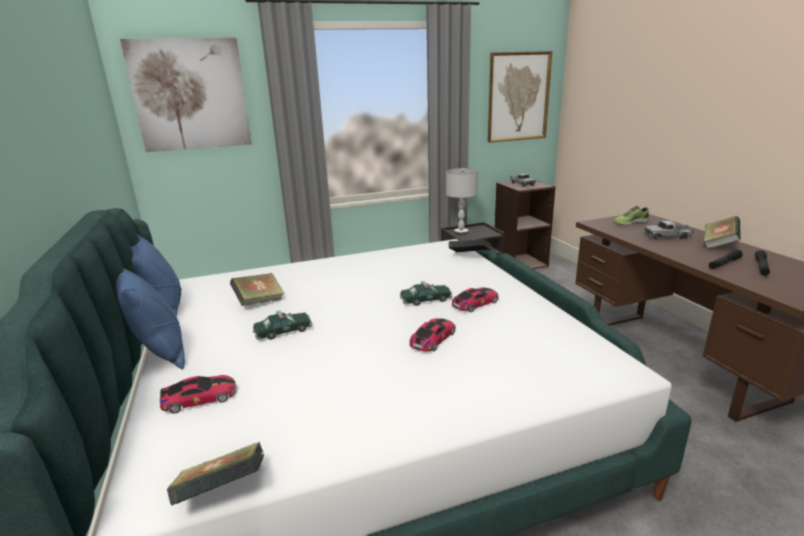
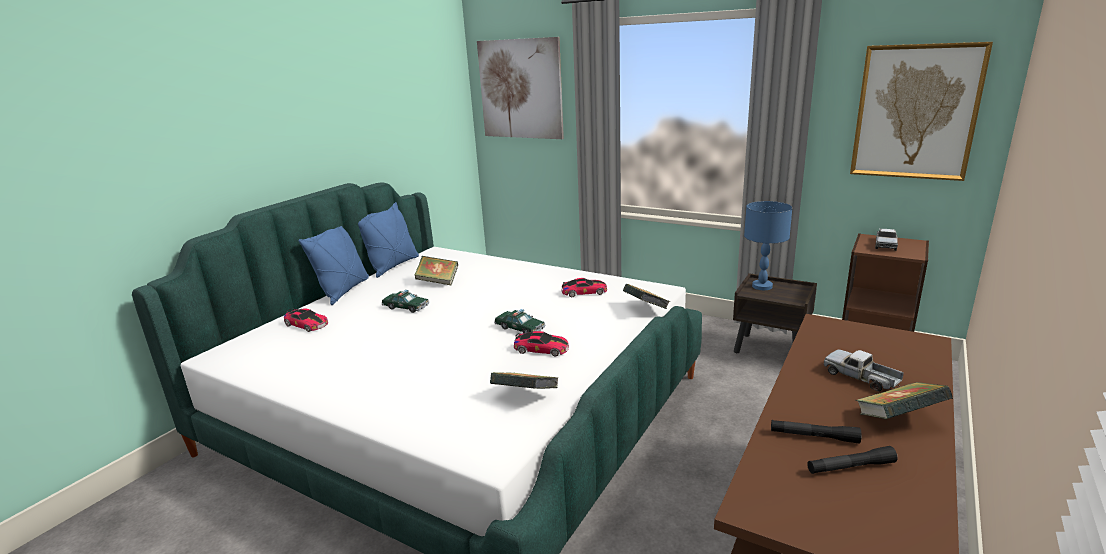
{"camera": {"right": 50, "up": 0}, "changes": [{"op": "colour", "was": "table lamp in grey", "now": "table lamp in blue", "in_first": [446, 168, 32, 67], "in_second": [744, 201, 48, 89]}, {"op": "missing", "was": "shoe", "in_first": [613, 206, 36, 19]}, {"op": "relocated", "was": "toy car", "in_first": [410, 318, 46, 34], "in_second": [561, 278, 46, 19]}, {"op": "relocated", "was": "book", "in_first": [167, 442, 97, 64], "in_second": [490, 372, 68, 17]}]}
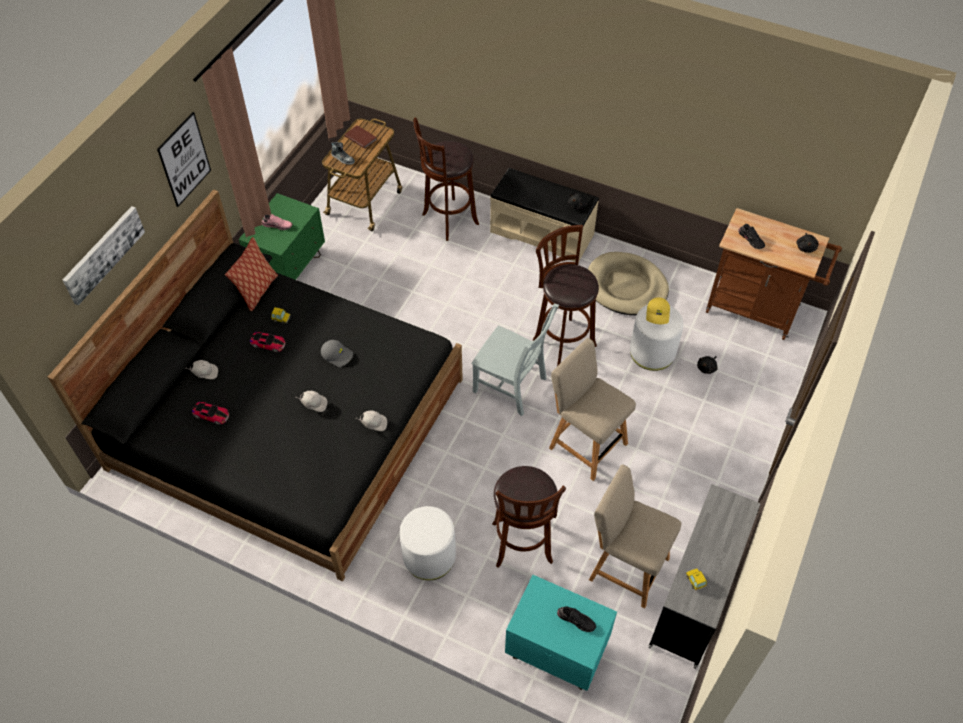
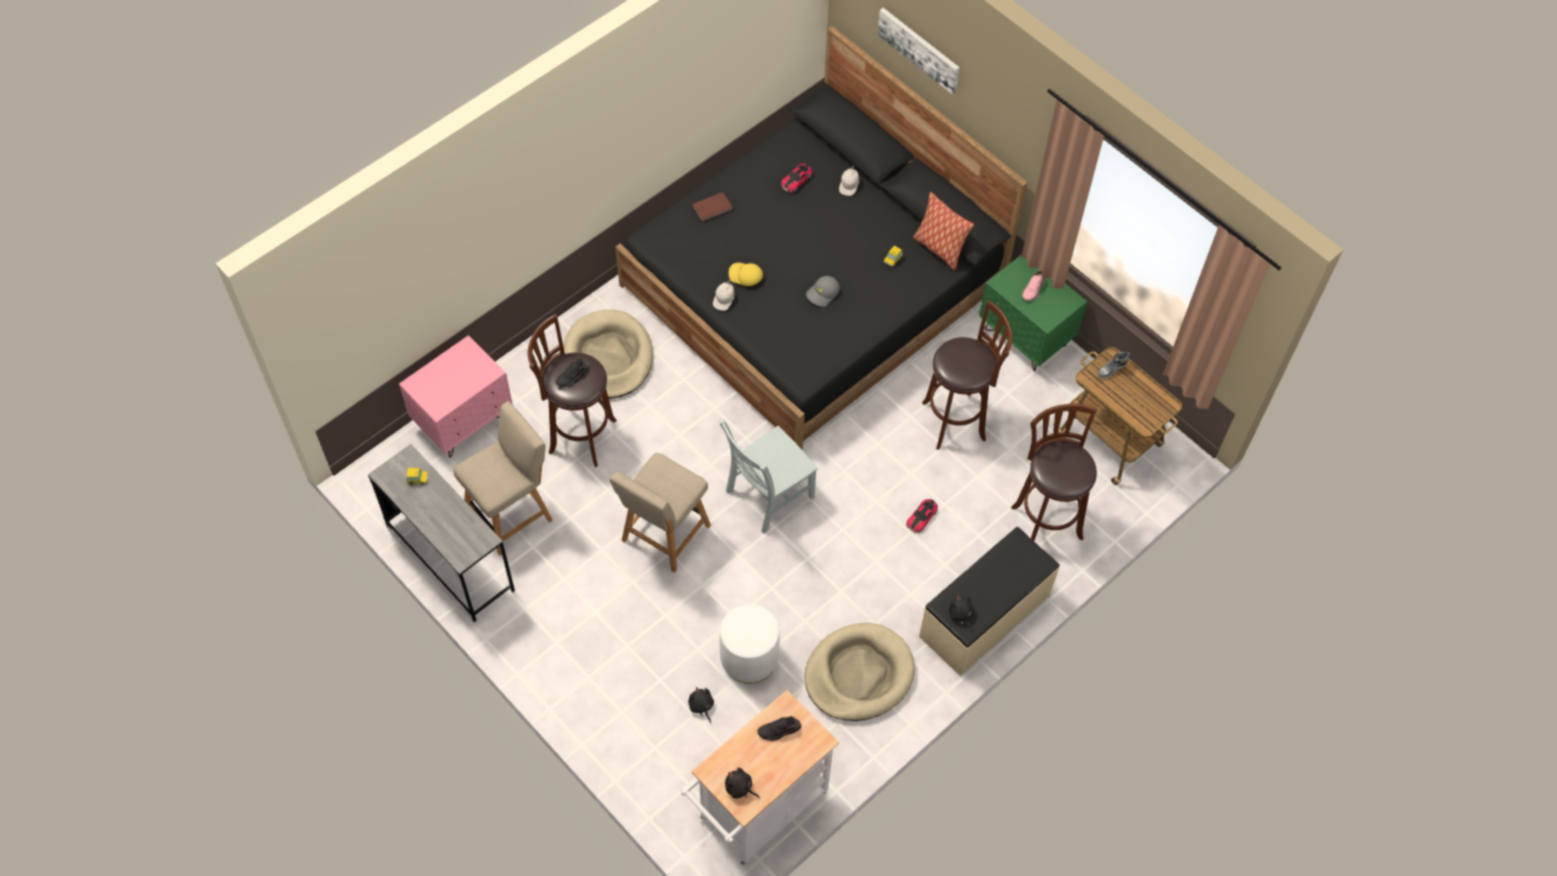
{"camera": {"right": 110, "up": 5}, "changes": [{"op": "missing", "was": "picture", "in_first": [157, 112, 54, 95]}, {"op": "relocated", "was": "book in brown", "in_first": [344, 125, 33, 24], "in_second": [692, 192, 41, 30]}, {"op": "colour", "was": "cart in brown", "now": "cart in white", "in_first": [706, 208, 136, 132], "in_second": [681, 690, 158, 175]}, {"op": "relocated", "was": "stool in brown", "in_first": [533, 225, 66, 141], "in_second": [922, 300, 91, 150]}, {"op": "relocated", "was": "cap in yellow", "in_first": [646, 297, 24, 27], "in_second": [729, 263, 34, 23]}, {"op": "relocated", "was": "toy car", "in_first": [250, 332, 35, 20], "in_second": [906, 499, 32, 34]}, {"op": "spun", "was": "chair in beige", "in_first": [549, 338, 87, 143], "in_second": [610, 453, 101, 120], "clockwise": 150}, {"op": "missing", "was": "cap in white", "in_first": [295, 391, 33, 21]}, {"op": "exchanged", "was": "ottoman in white", "now": "dog bed in beige", "in_first": [400, 506, 56, 74], "in_second": [563, 310, 90, 89]}, {"op": "colour", "was": "nightstand in turquoise", "now": "nightstand in pink", "in_first": [505, 575, 112, 116], "in_second": [399, 335, 114, 123]}, {"op": "relocated", "was": "shoe in black", "in_first": [557, 606, 39, 26], "in_second": [556, 359, 34, 28]}]}
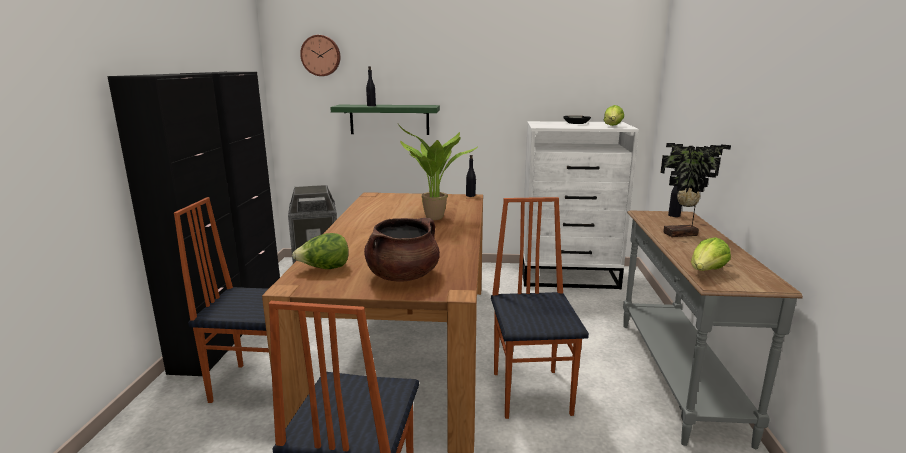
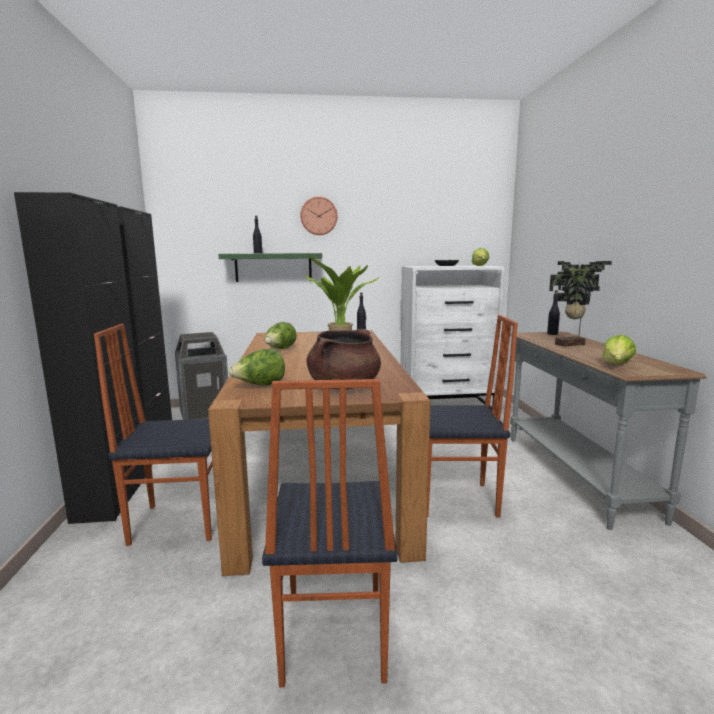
{"camera": {"right": -10, "up": -5}, "changes": [{"op": "relocated", "was": "wall clock", "in_first": [300, 35, 40, 41], "in_second": [301, 197, 36, 38]}, {"op": "spun", "was": "chair", "in_first": [491, 197, 98, 222], "in_second": [427, 315, 91, 202], "clockwise": 105}, {"op": "appeared", "now": "lettuce", "in_second": [265, 322, 32, 27]}]}
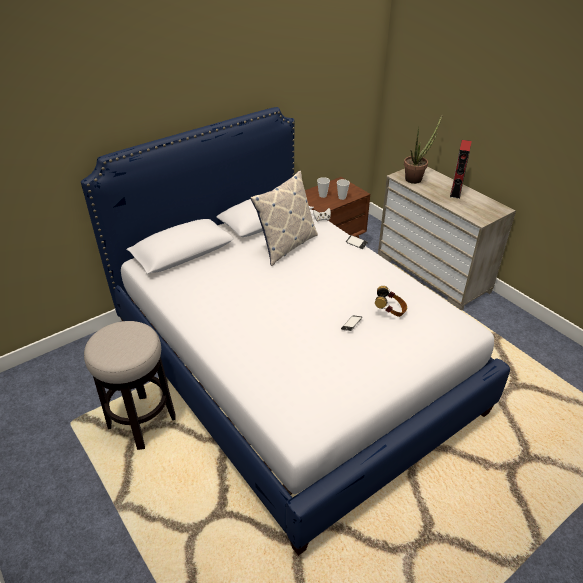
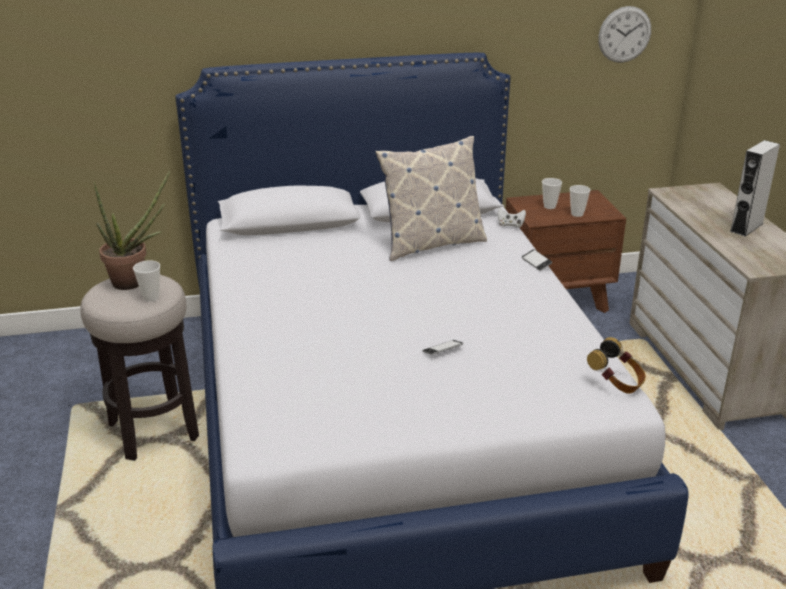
{"camera": {"right": 25, "up": -10}, "changes": [{"op": "relocated", "was": "potted plant", "in_first": [404, 114, 39, 70], "in_second": [94, 171, 76, 119]}, {"op": "colour", "was": "speaker in red", "now": "speaker in grey", "in_first": [450, 140, 22, 59], "in_second": [730, 140, 50, 97]}, {"op": "relocated", "was": "headphones", "in_first": [375, 286, 32, 31], "in_second": [587, 337, 59, 57]}, {"op": "appeared", "now": "wall clock", "in_second": [598, 6, 53, 57]}, {"op": "appeared", "now": "cup", "in_second": [133, 260, 27, 42]}]}
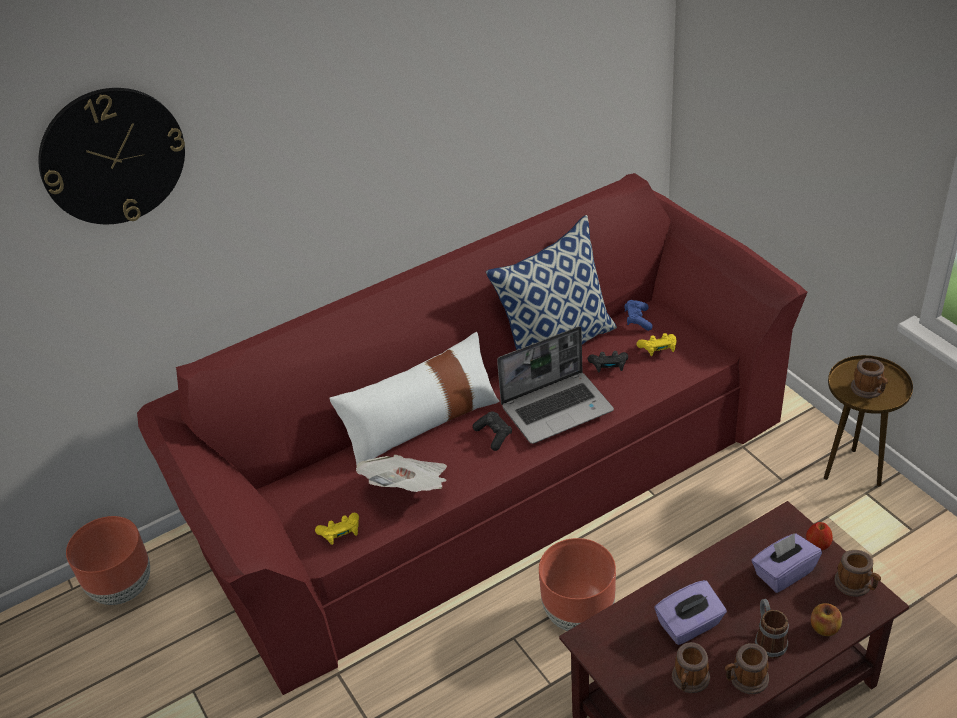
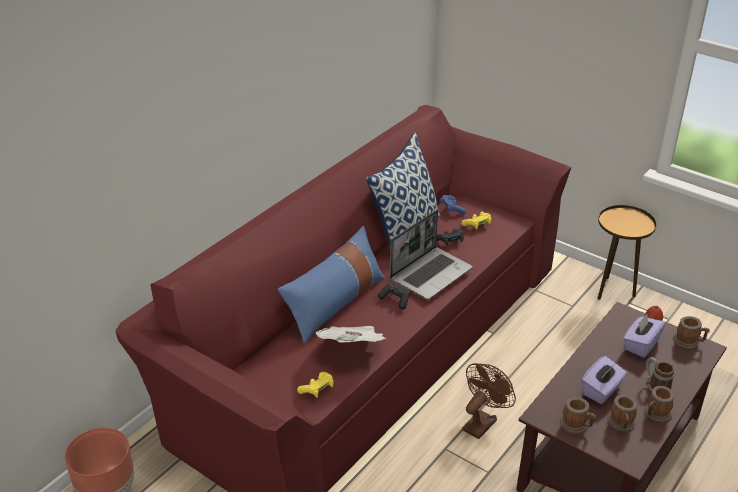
{"camera": {"right": -25, "up": -5}, "changes": [{"op": "missing", "was": "wall clock", "in_first": [38, 88, 147, 136]}, {"op": "colour", "was": "pillow in white", "now": "pillow in blue", "in_first": [329, 332, 170, 133], "in_second": [278, 226, 107, 117]}, {"op": "relocated", "was": "mug", "in_first": [851, 358, 37, 40], "in_second": [560, 397, 36, 37]}, {"op": "exchanged", "was": "planter in brown", "now": "fan in brown", "in_first": [539, 538, 77, 93], "in_second": [462, 363, 54, 76]}, {"op": "missing", "was": "apple", "in_first": [811, 603, 31, 33]}]}
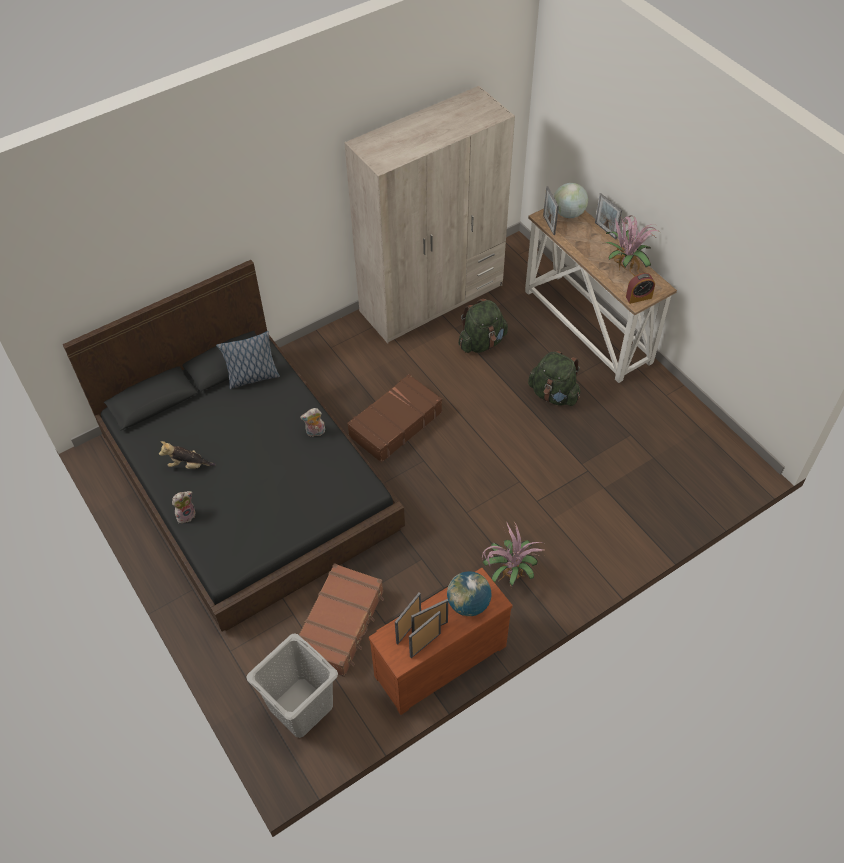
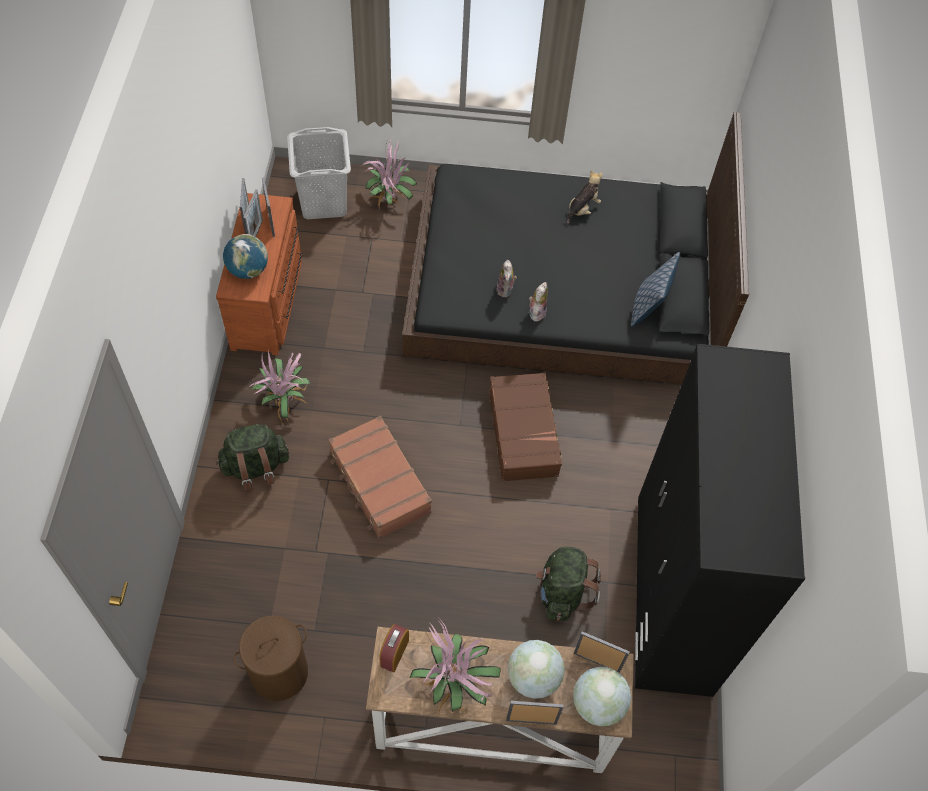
{"camera": {"right": 125, "up": 5}, "changes": [{"op": "colour", "was": "wardrobe in beige", "now": "wardrobe in black", "in_first": [344, 86, 171, 257], "in_second": [635, 344, 170, 353]}, {"op": "relocated", "was": "backpack in green", "in_first": [528, 351, 52, 55], "in_second": [216, 424, 73, 67]}, {"op": "relocated", "was": "plush toy", "in_first": [172, 491, 24, 32], "in_second": [497, 260, 20, 37]}, {"op": "relocated", "was": "suitcase in brown", "in_first": [299, 563, 85, 114], "in_second": [328, 416, 104, 123]}, {"op": "appeared", "now": "potted plant", "in_second": [361, 139, 57, 70]}, {"op": "appeared", "now": "laundry basket in brown", "in_second": [234, 616, 74, 85]}, {"op": "appeared", "now": "globe", "in_second": [507, 640, 58, 59]}]}
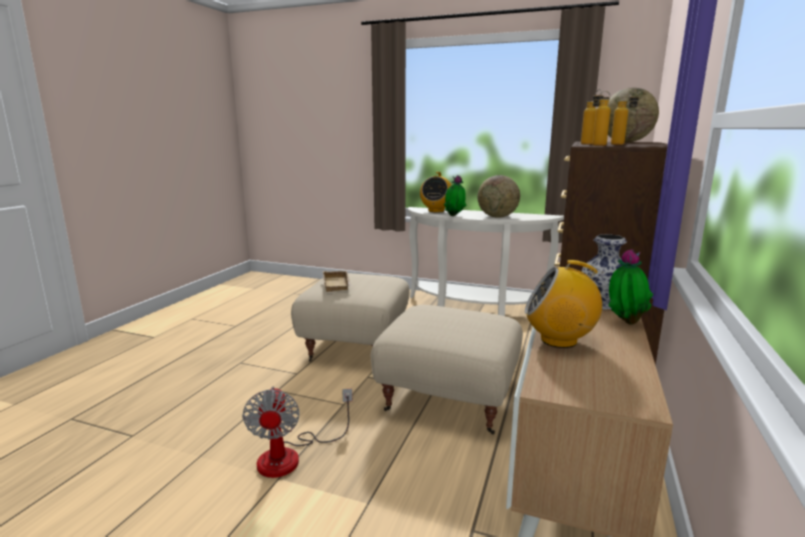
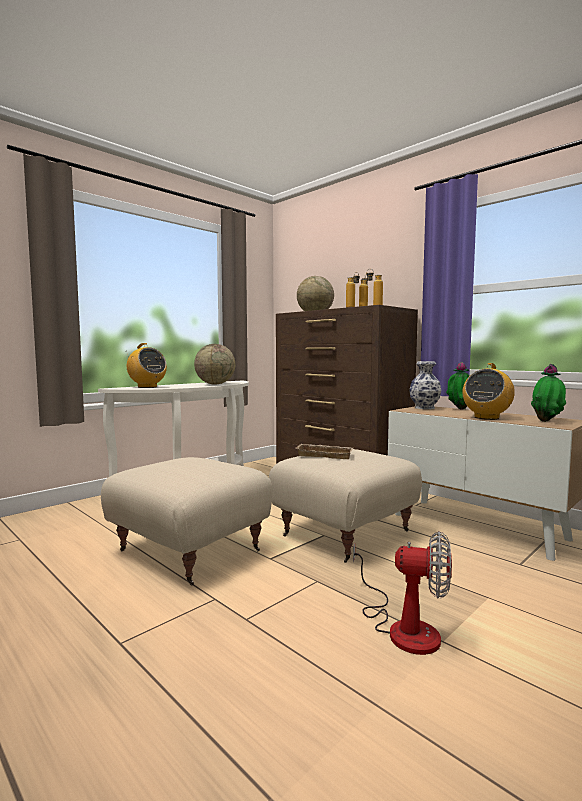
{"camera": {"right": -65, "up": -10}, "changes": [{"op": "relocated", "was": "potted plant", "in_first": [444, 175, 23, 41], "in_second": [531, 364, 35, 58]}, {"op": "relocated", "was": "tray in beige", "in_first": [323, 271, 28, 21], "in_second": [297, 444, 56, 15]}]}
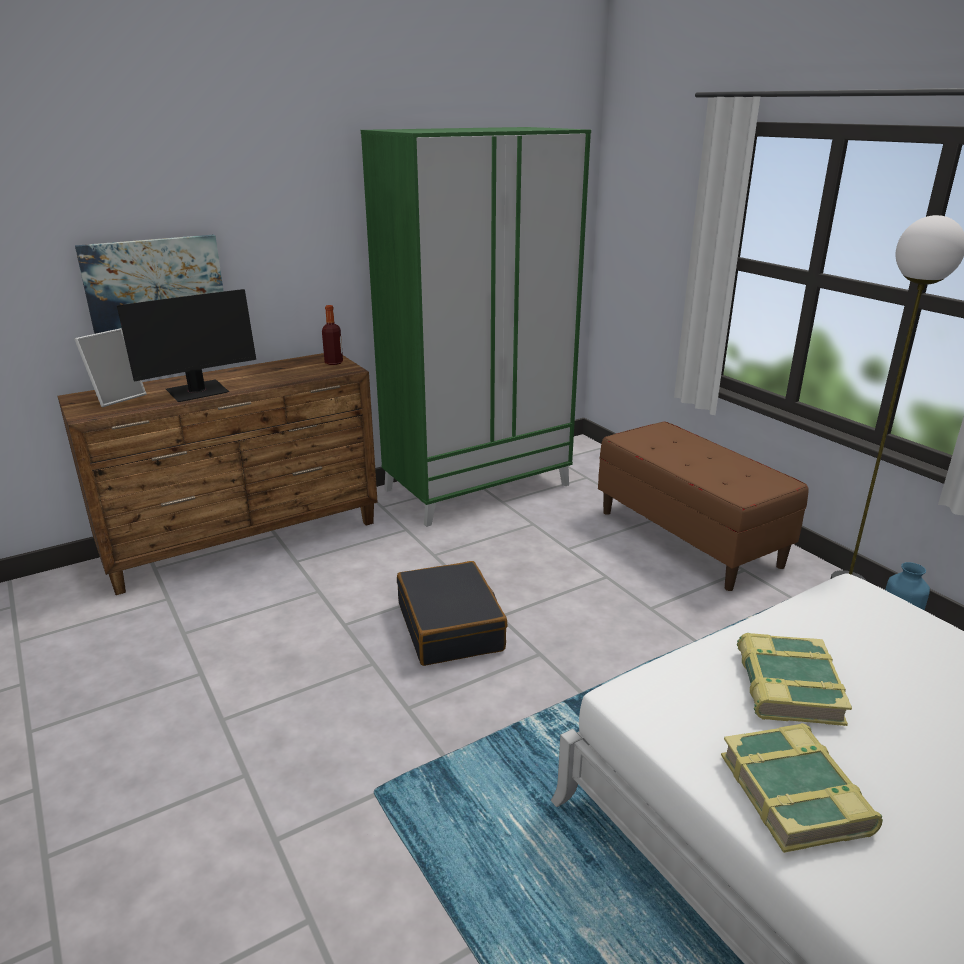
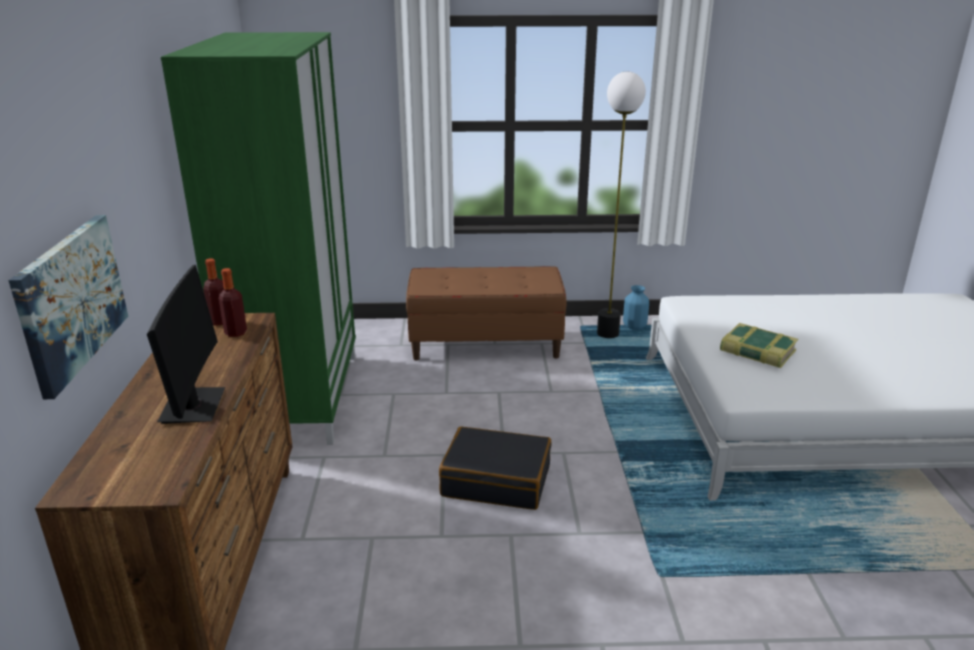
{"camera": {"right": -60, "up": 0}, "changes": [{"op": "missing", "was": "picture frame", "in_first": [74, 328, 73, 79]}, {"op": "missing", "was": "book", "in_first": [721, 723, 162, 130]}, {"op": "appeared", "now": "bottle", "in_second": [218, 268, 29, 69]}]}
